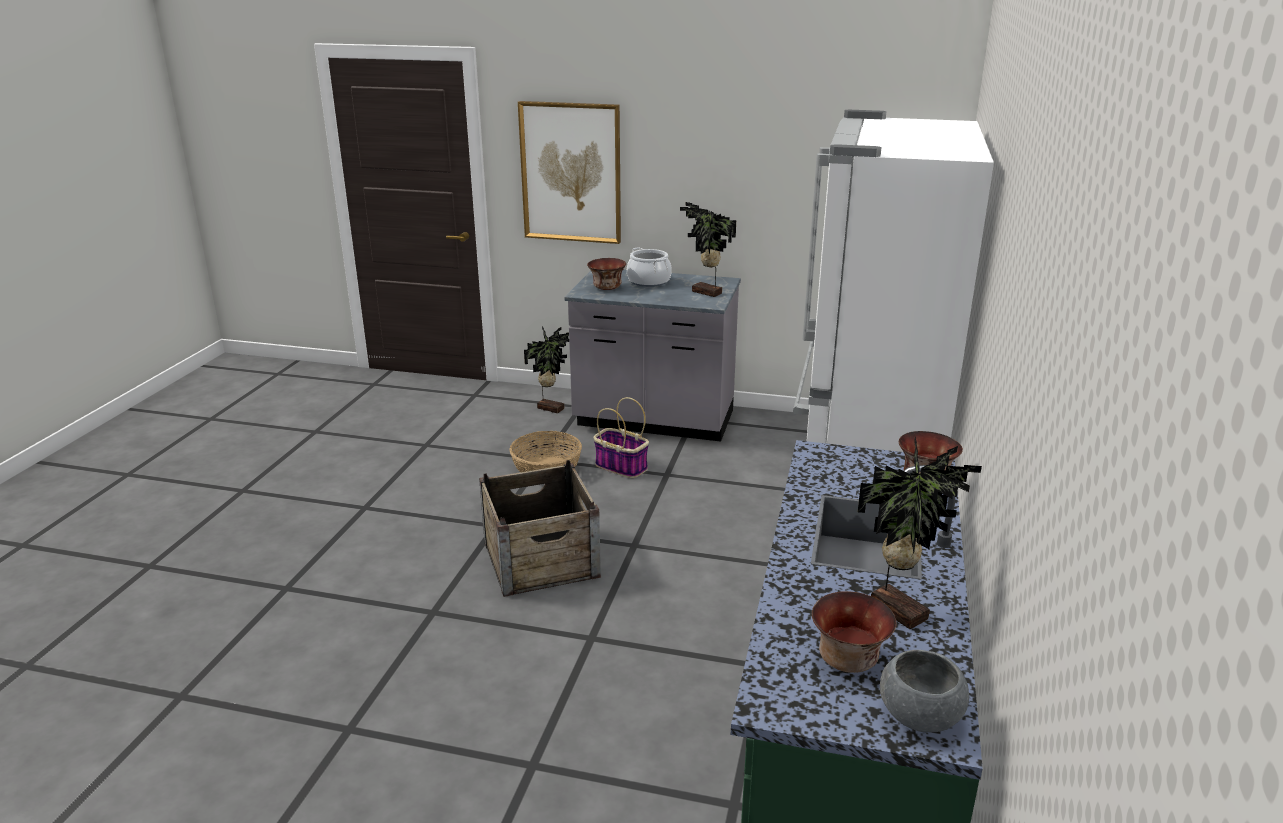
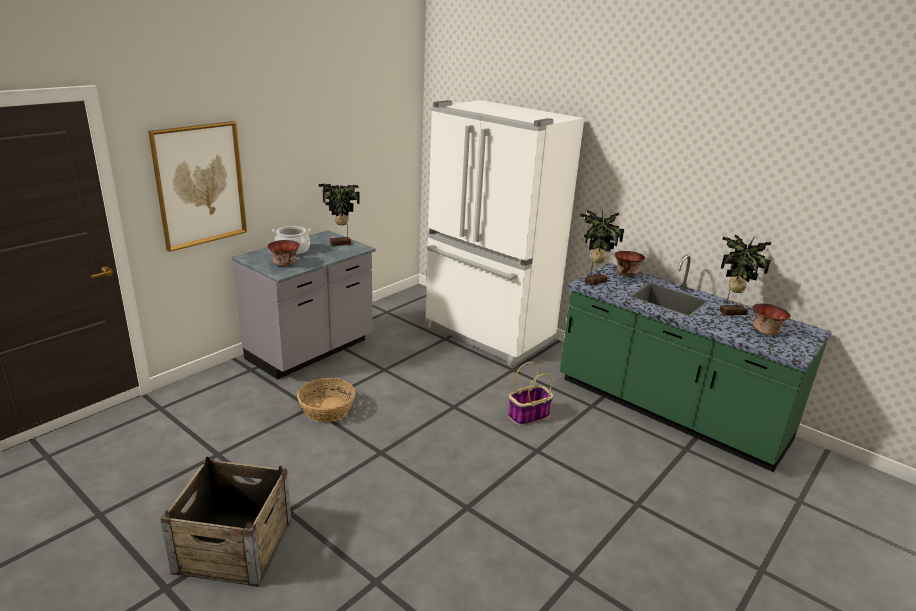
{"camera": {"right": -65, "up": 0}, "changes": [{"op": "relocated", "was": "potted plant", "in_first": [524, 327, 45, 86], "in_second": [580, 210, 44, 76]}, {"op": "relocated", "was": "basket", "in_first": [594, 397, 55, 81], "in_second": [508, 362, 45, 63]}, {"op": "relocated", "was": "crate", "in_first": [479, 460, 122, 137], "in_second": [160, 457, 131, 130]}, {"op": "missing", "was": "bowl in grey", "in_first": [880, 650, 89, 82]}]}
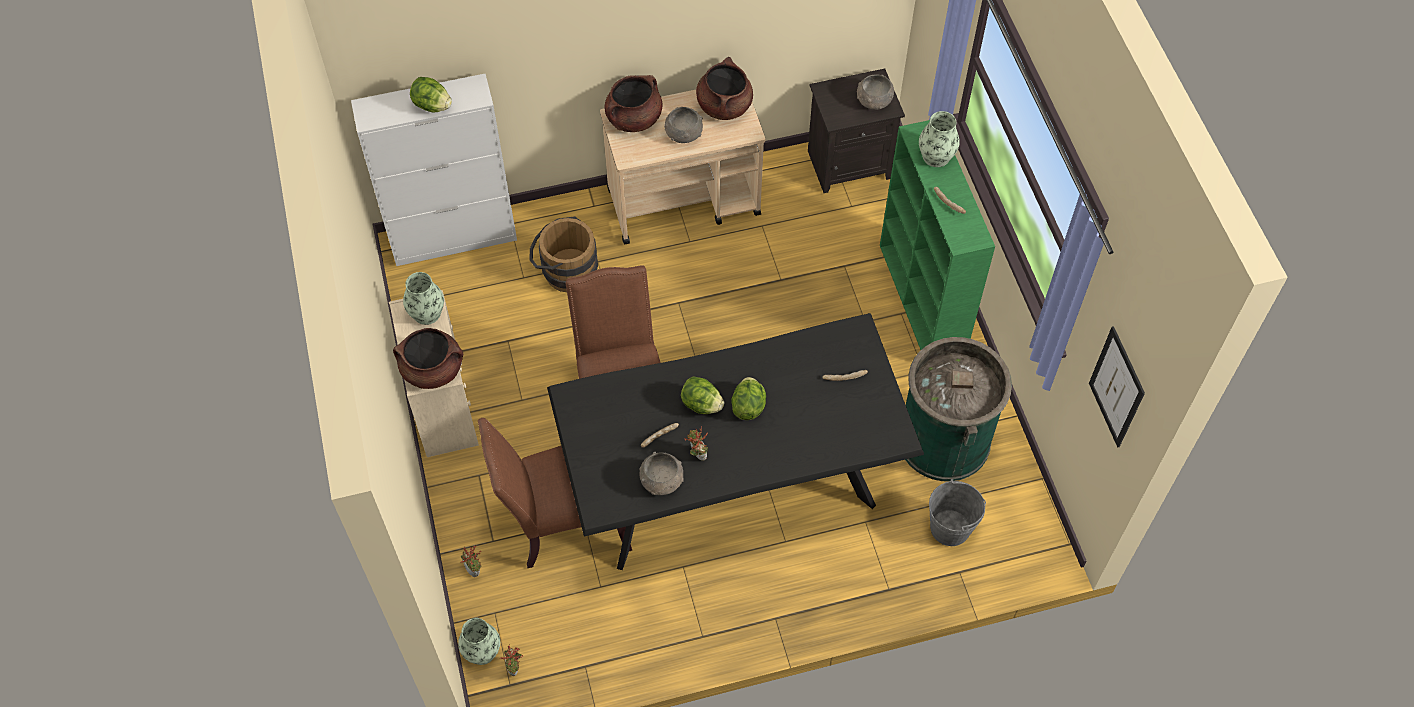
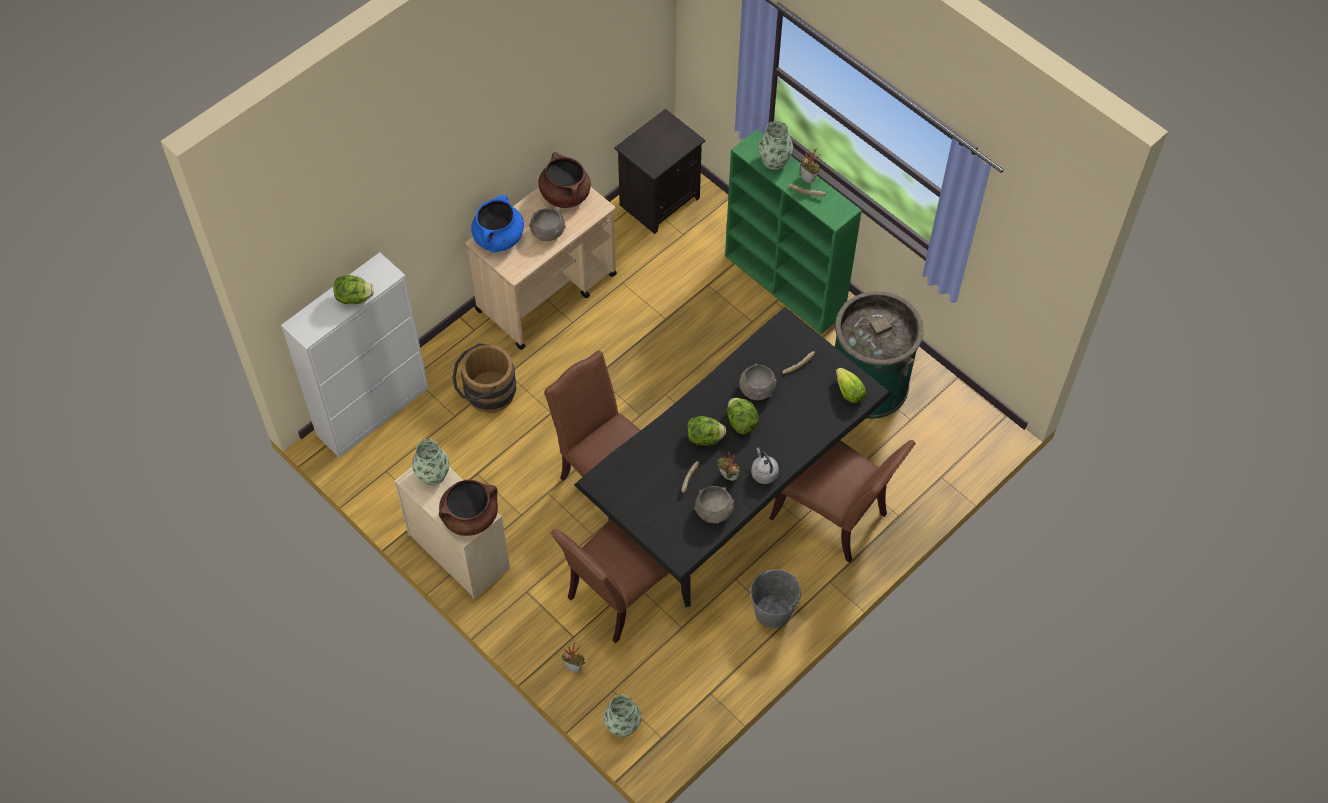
{"camera": {"right": -30, "up": 0}, "changes": [{"op": "colour", "was": "cooking pot in brown", "now": "cooking pot in blue", "in_first": [604, 75, 58, 57], "in_second": [471, 195, 53, 58]}, {"op": "relocated", "was": "bowl in grey", "in_first": [857, 75, 37, 35], "in_second": [739, 364, 38, 36]}, {"op": "missing", "was": "picture", "in_first": [1089, 326, 56, 121]}, {"op": "relocated", "was": "bucket in grey", "in_first": [929, 479, 57, 67], "in_second": [750, 569, 51, 59]}, {"op": "relocated", "was": "potted plant", "in_first": [500, 644, 23, 32], "in_second": [800, 148, 20, 36]}, {"op": "appeared", "now": "lettuce", "in_second": [836, 368, 30, 35]}, {"op": "appeared", "now": "chair in brown", "in_second": [769, 440, 147, 123]}, {"op": "appeared", "now": "kettle in grey", "in_second": [751, 447, 28, 37]}]}
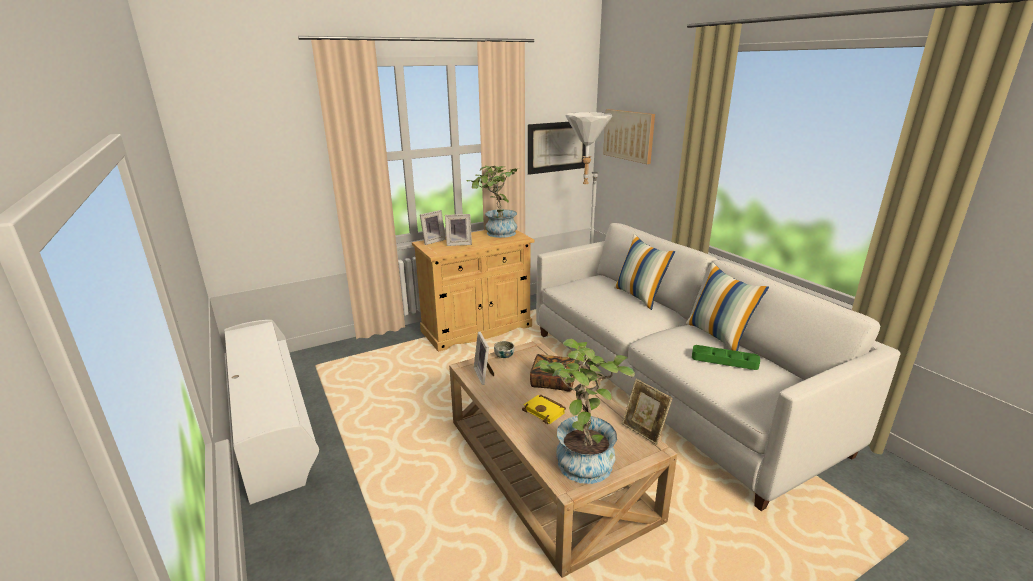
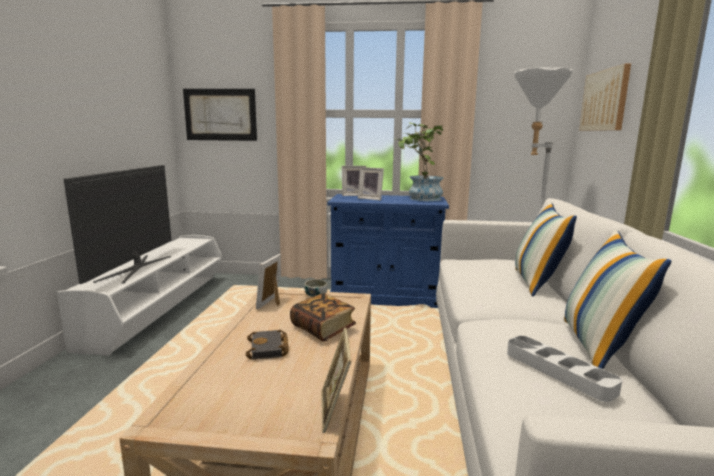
{"camera": {"right": 35, "up": -10}, "changes": [{"op": "relocated", "was": "picture", "in_first": [528, 122, 58, 53], "in_second": [183, 89, 74, 52]}, {"op": "colour", "was": "cabinet in beige", "now": "cabinet in blue", "in_first": [412, 230, 122, 122], "in_second": [328, 194, 121, 114]}, {"op": "missing", "was": "potted plant", "in_first": [534, 339, 101, 145]}, {"op": "colour", "was": "tray in green", "now": "tray in grey", "in_first": [692, 345, 68, 25], "in_second": [507, 336, 115, 66]}, {"op": "colour", "was": "book in yellow", "now": "book in black", "in_first": [522, 395, 44, 29], "in_second": [246, 329, 43, 31]}, {"op": "appeared", "now": "television", "in_second": [63, 165, 109, 119]}]}
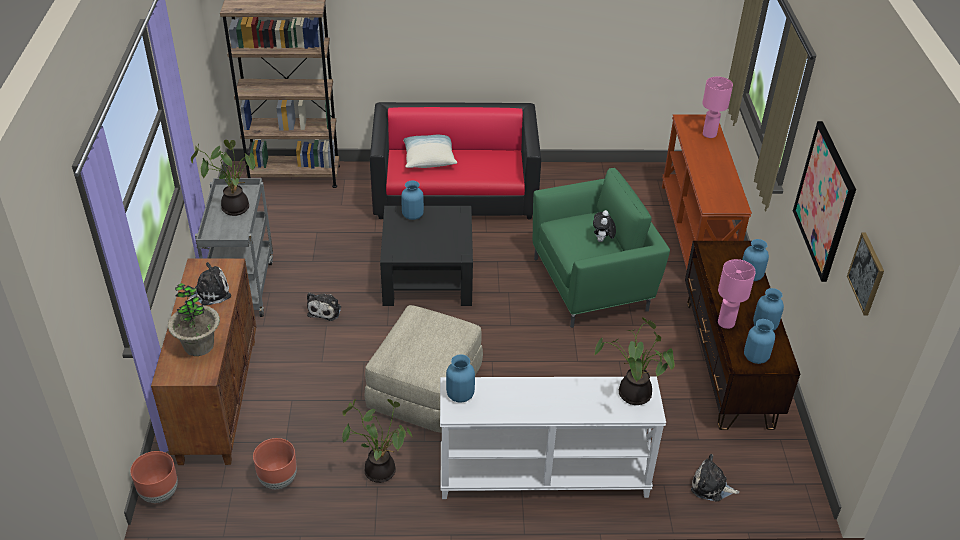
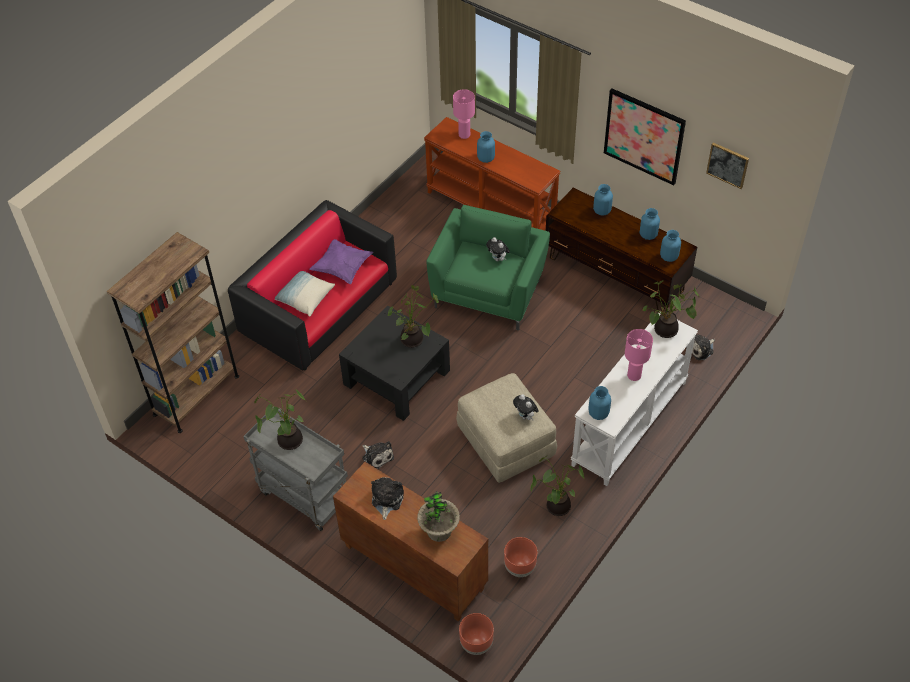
{"camera": {"right": -50, "up": 10}, "changes": [{"op": "relocated", "was": "vase in blue", "in_first": [401, 181, 23, 39], "in_second": [477, 131, 18, 32]}, {"op": "relocated", "was": "table lamp in pink", "in_first": [718, 259, 38, 70], "in_second": [625, 329, 28, 52]}, {"op": "appeared", "now": "pillow in purple", "in_second": [310, 239, 63, 45]}, {"op": "appeared", "now": "potted plant", "in_second": [388, 285, 51, 63]}, {"op": "appeared", "now": "plush toy", "in_second": [513, 394, 26, 26]}]}
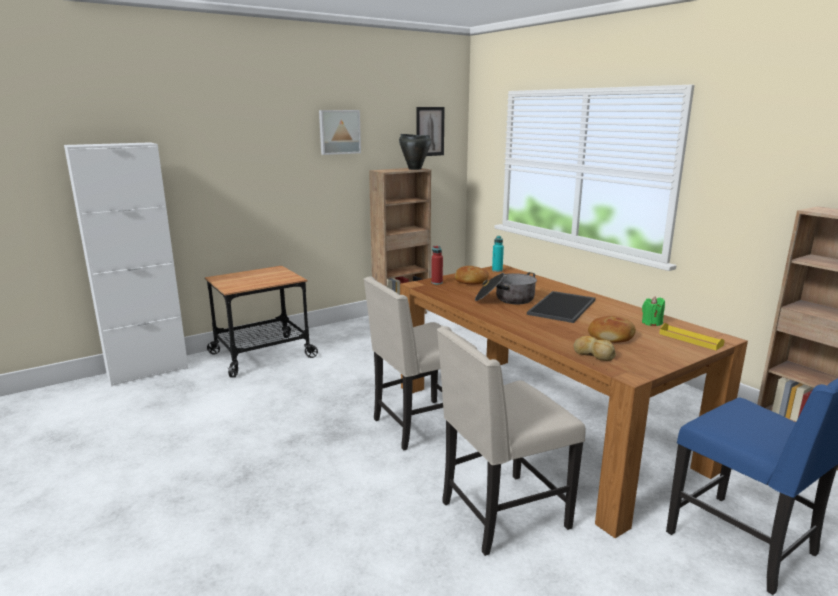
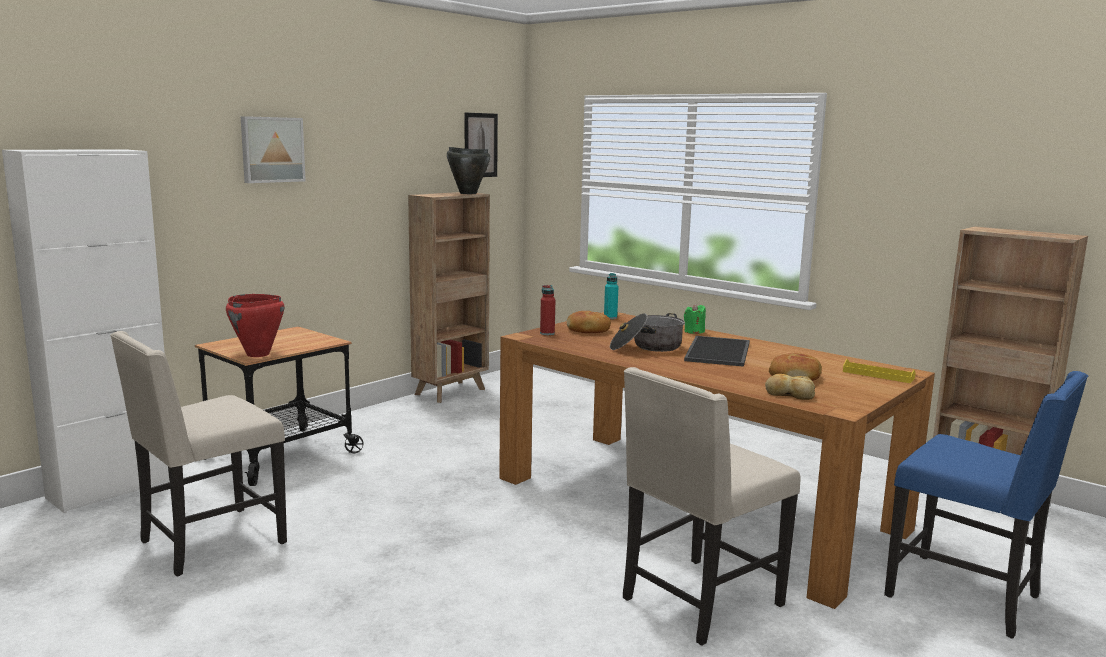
{"camera": {"right": -15, "up": -5}, "changes": [{"op": "relocated", "was": "picture", "in_first": [319, 110, 42, 45], "in_second": [241, 116, 65, 67]}, {"op": "relocated", "was": "chair in beige", "in_first": [364, 277, 113, 173], "in_second": [110, 331, 177, 245]}, {"op": "relocated", "was": "candle in green", "in_first": [642, 296, 23, 30], "in_second": [684, 304, 22, 30]}, {"op": "appeared", "now": "cooking pot in red", "in_second": [226, 294, 59, 63]}]}
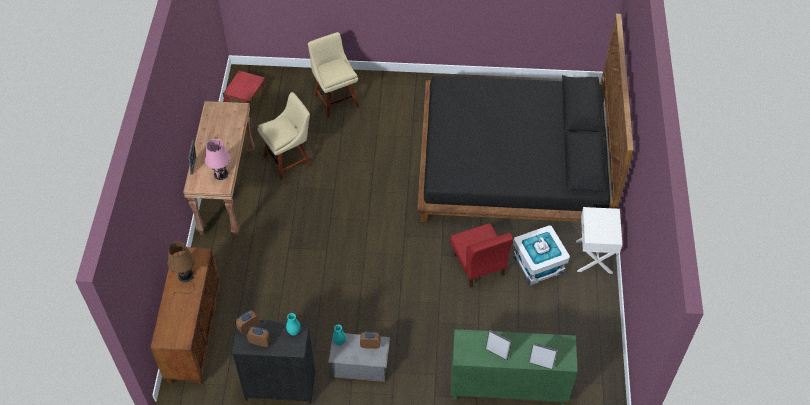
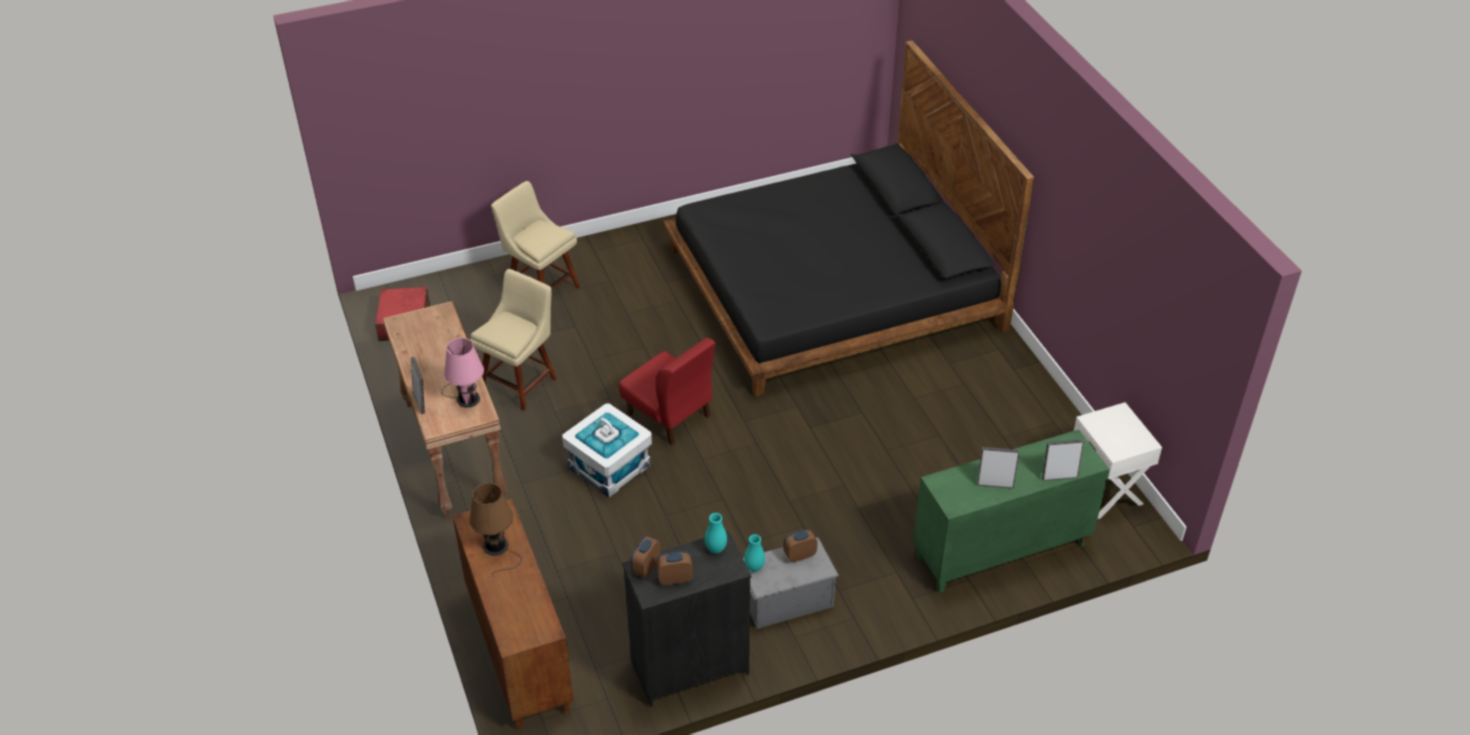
{"camera": {"right": -25, "up": -10}, "changes": [{"op": "relocated", "was": "nightstand in white", "in_first": [576, 207, 46, 67], "in_second": [1074, 402, 88, 117]}, {"op": "relocated", "was": "chair in red", "in_first": [450, 223, 63, 65], "in_second": [619, 337, 96, 108]}, {"op": "relocated", "was": "storage box in white", "in_first": [513, 225, 57, 61], "in_second": [562, 403, 90, 95]}]}
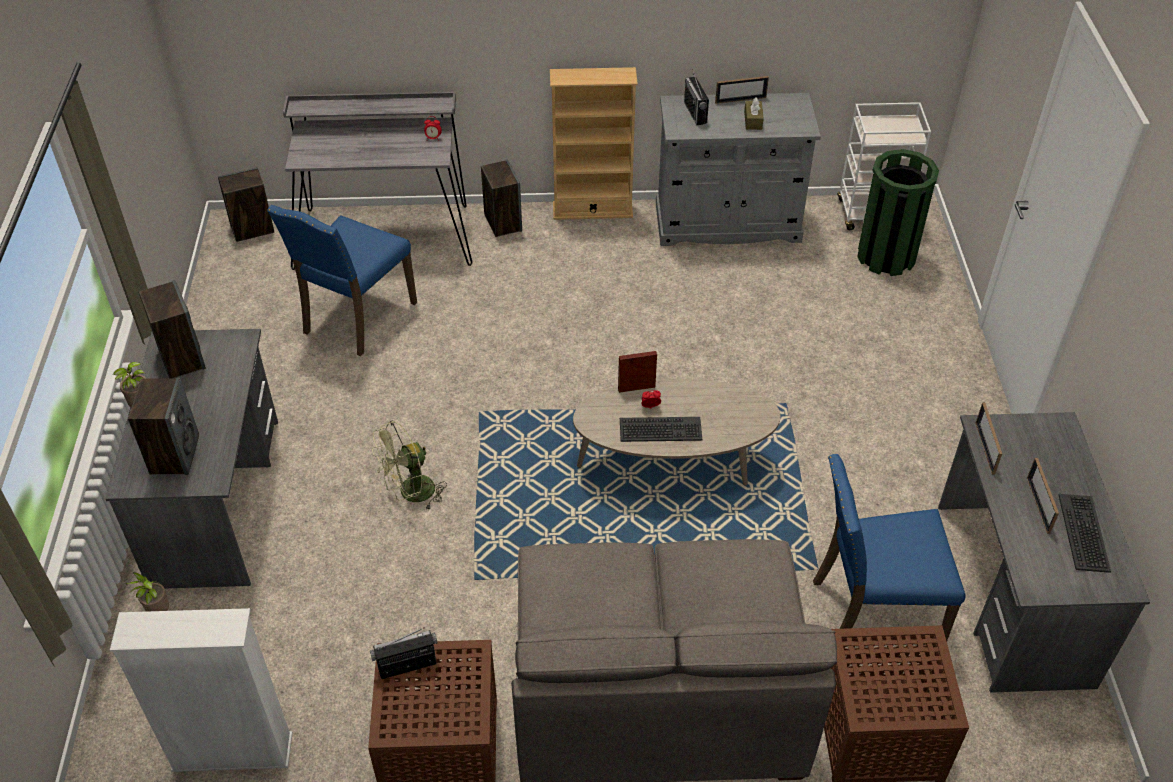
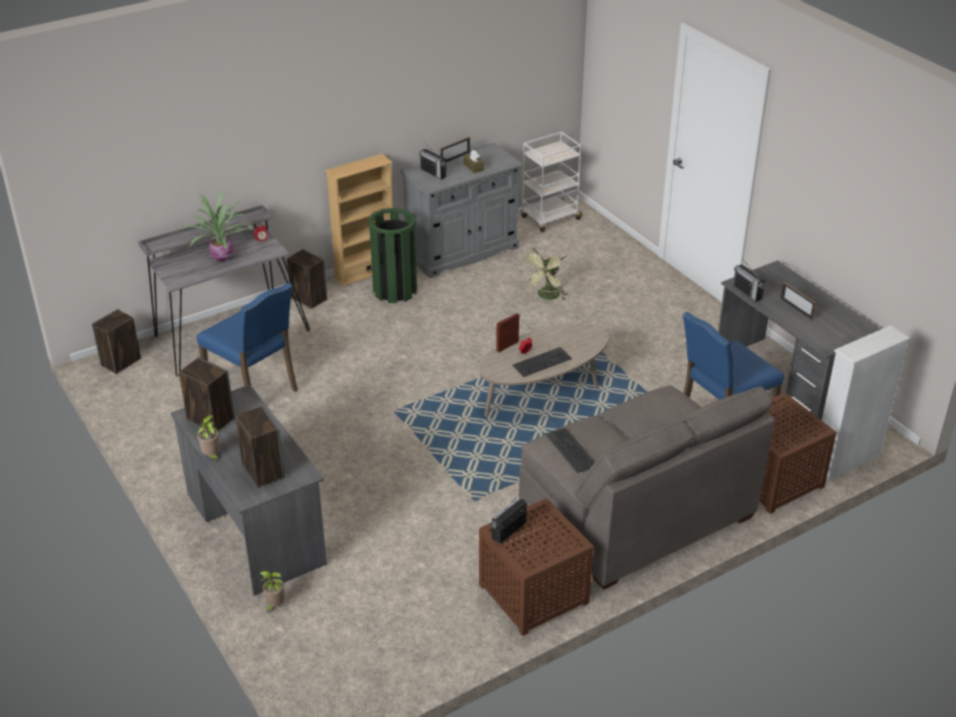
{"camera": {"right": -30, "up": -10}, "changes": [{"op": "relocated", "was": "trash can in green", "in_first": [857, 149, 82, 127], "in_second": [368, 208, 49, 95]}, {"op": "spun", "was": "chair in blue", "in_first": [267, 205, 150, 151], "in_second": [197, 283, 101, 109], "clockwise": -45}, {"op": "exchanged", "was": "picture frame", "now": "radio", "in_first": [975, 402, 27, 73], "in_second": [733, 260, 32, 42]}, {"op": "relocated", "was": "fan in green", "in_first": [372, 420, 75, 91], "in_second": [522, 245, 49, 55]}, {"op": "relocated", "was": "keyboard", "in_first": [1058, 494, 53, 79], "in_second": [546, 428, 49, 45]}, {"op": "relocated", "was": "bookcase in white", "in_first": [110, 608, 183, 164], "in_second": [822, 325, 88, 155]}, {"op": "appeared", "now": "potted plant", "in_second": [183, 192, 73, 69]}]}
